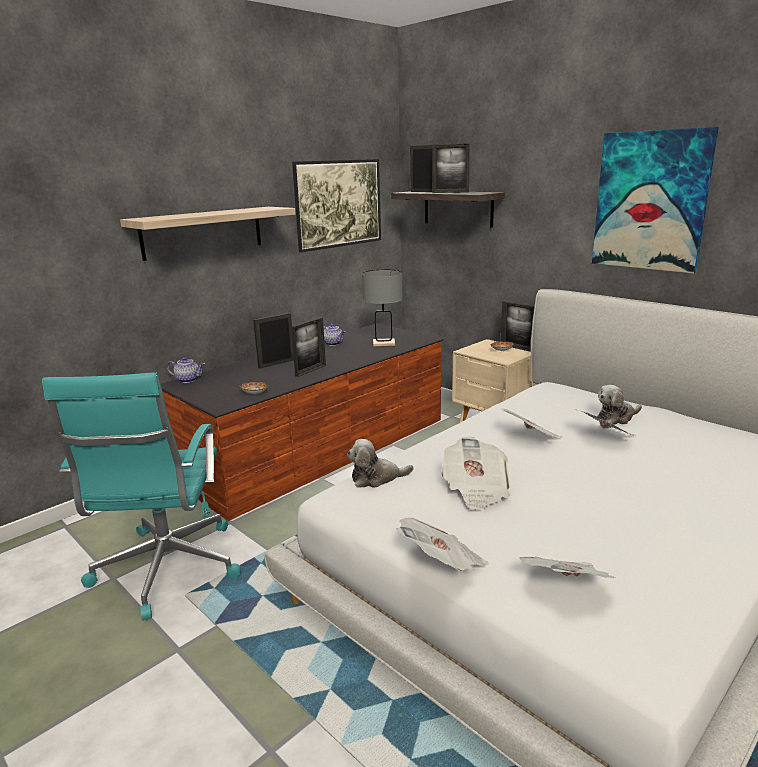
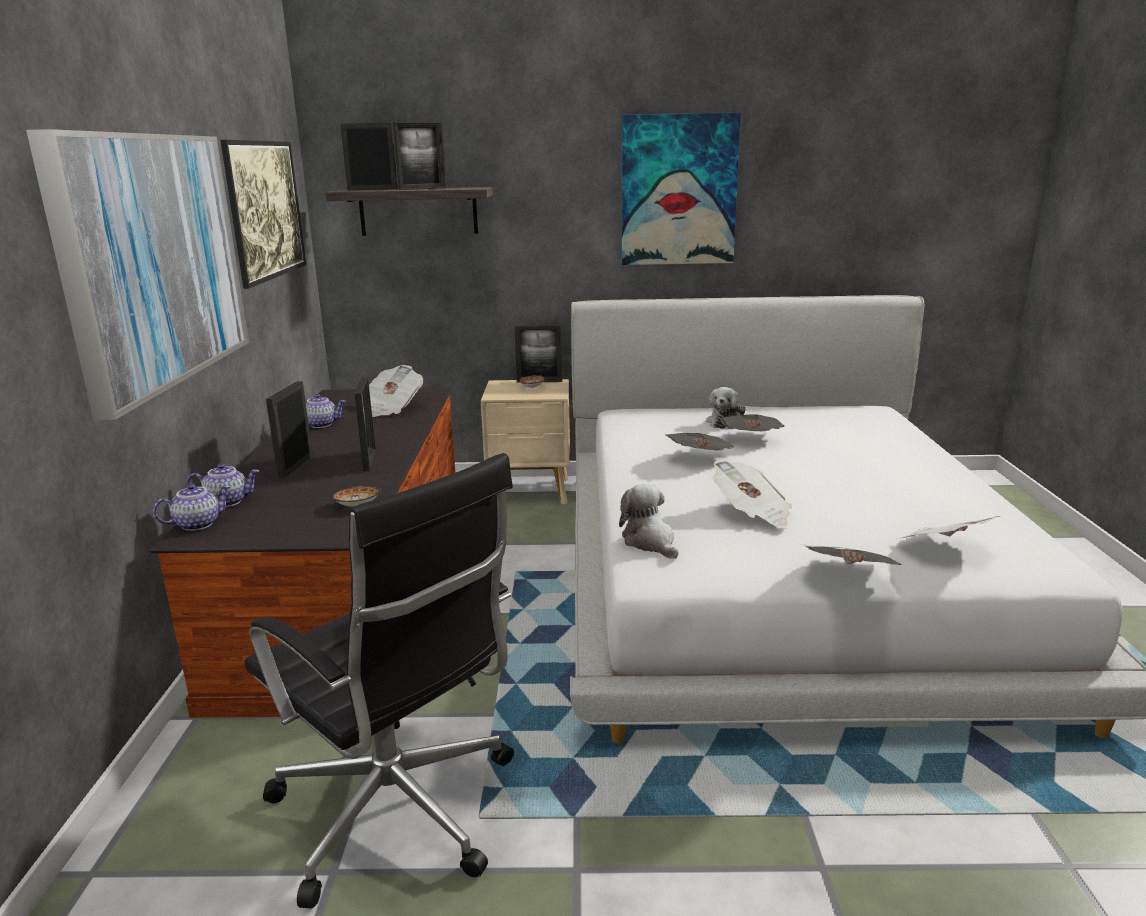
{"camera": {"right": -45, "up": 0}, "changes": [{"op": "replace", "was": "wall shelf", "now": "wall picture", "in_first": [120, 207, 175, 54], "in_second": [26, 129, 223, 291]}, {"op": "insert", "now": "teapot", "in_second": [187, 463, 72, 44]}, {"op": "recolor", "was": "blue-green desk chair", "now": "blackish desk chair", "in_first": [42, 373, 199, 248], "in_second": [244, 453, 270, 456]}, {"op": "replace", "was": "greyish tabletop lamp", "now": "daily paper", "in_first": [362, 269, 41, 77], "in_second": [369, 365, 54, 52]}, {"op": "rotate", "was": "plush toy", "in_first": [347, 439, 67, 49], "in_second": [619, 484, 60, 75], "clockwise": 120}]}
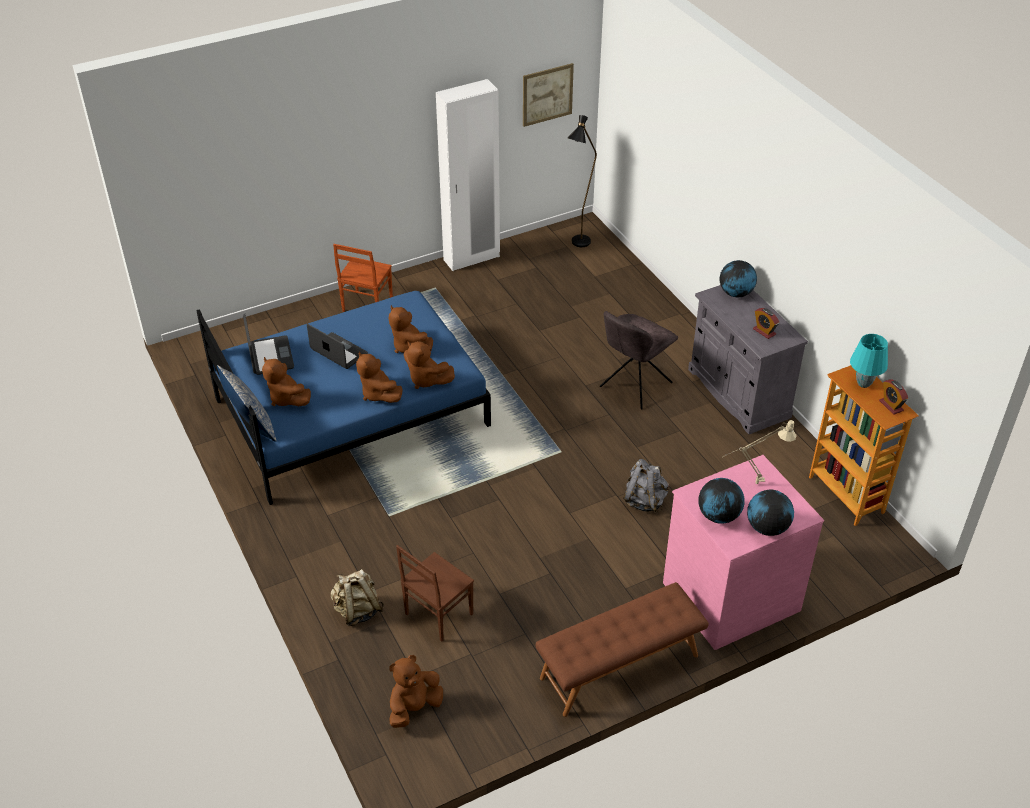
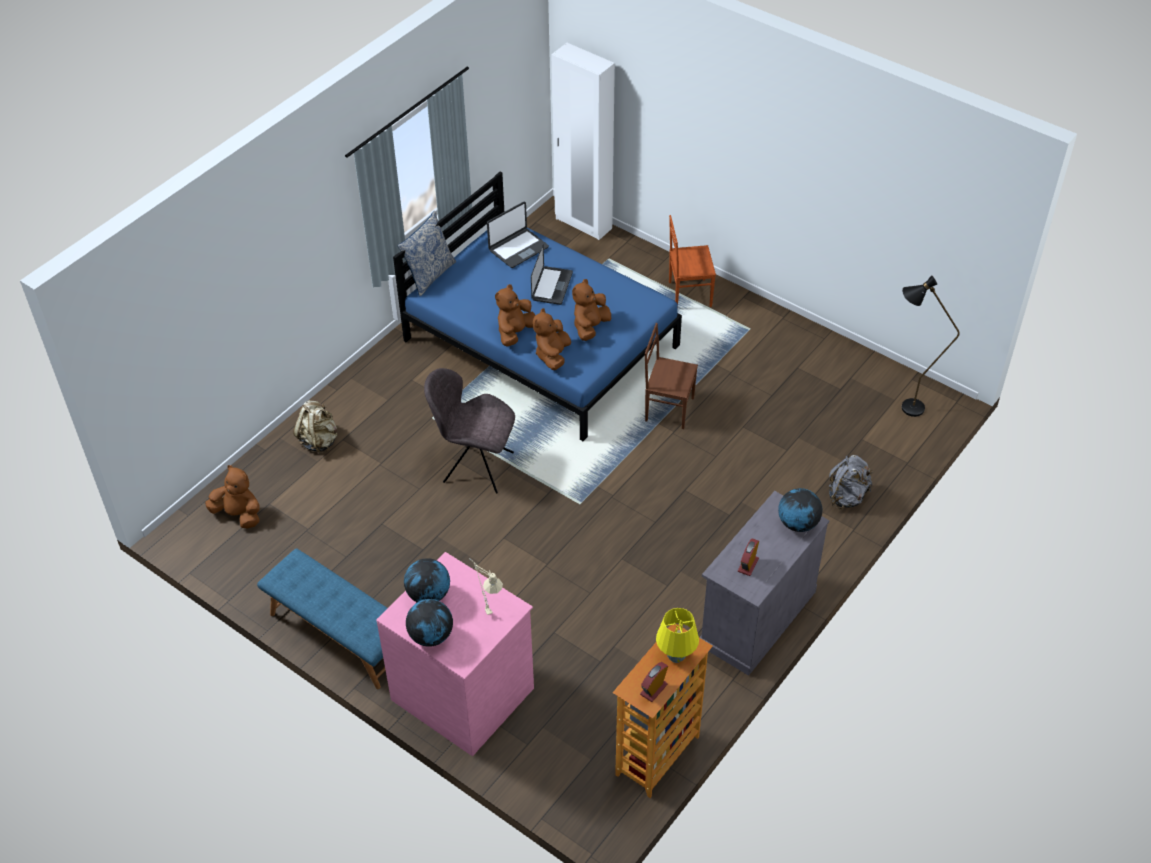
{"camera": {"right": 65, "up": 5}, "changes": [{"op": "recolor", "was": "brown indoor bench", "now": "blue-coloured indoor bench", "in_first": [536, 582, 173, 135], "in_second": [257, 548, 130, 141]}, {"op": "move", "was": "greyish upright chair", "in_first": [600, 311, 78, 98], "in_second": [424, 368, 91, 126]}, {"op": "move", "was": "white wardrobe", "in_first": [436, 79, 64, 192], "in_second": [551, 43, 64, 197]}, {"op": "move", "was": "brown upright chair", "in_first": [396, 545, 78, 97], "in_second": [645, 323, 53, 106]}, {"op": "recolor", "was": "blue-green tabletop lamp", "now": "yellow-coloured tabletop lamp", "in_first": [850, 334, 38, 54], "in_second": [656, 608, 43, 55]}, {"op": "move", "was": "greyish knapsack", "in_first": [623, 459, 46, 54], "in_second": [829, 455, 43, 54]}, {"op": "delete", "was": "brown plush toy", "in_first": [262, 357, 49, 49]}, {"op": "delete", "was": "wall picture", "in_first": [523, 63, 51, 64]}]}
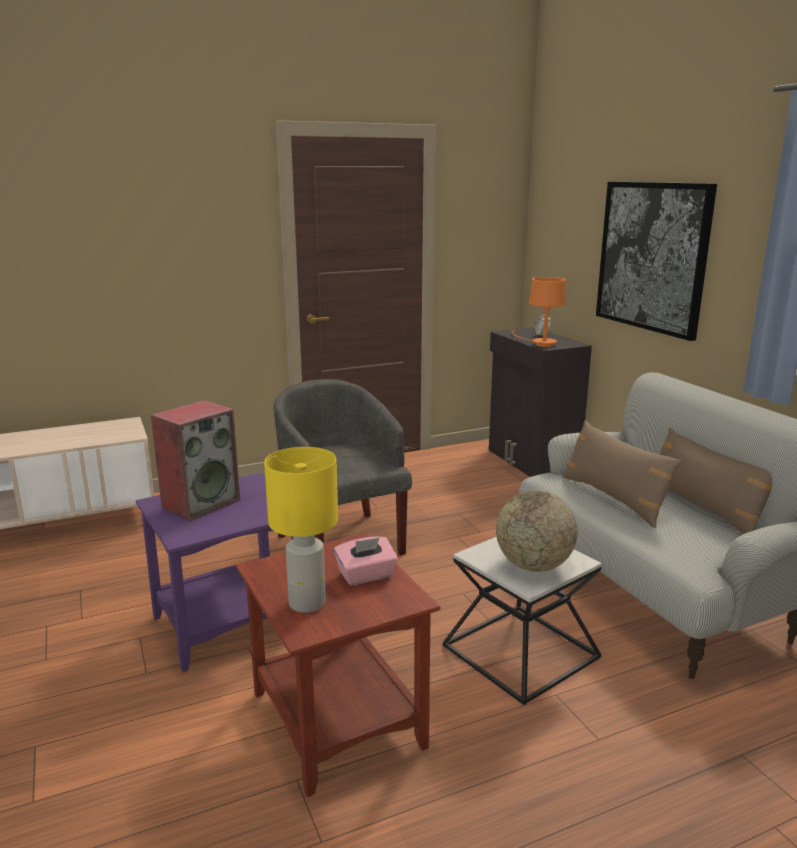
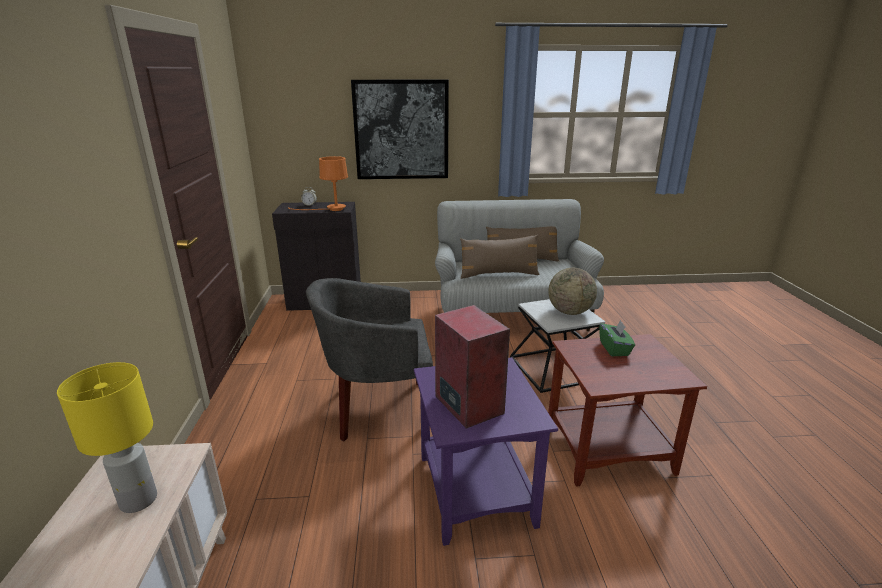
{"camera": {"right": -70, "up": 5}, "changes": [{"op": "move", "was": "yellow-coloured tabletop lamp", "in_first": [264, 447, 74, 166], "in_second": [57, 362, 100, 151]}, {"op": "recolor", "was": "pink box of tissues", "now": "green box of tissues", "in_first": [334, 536, 64, 50], "in_second": [600, 320, 35, 36]}]}
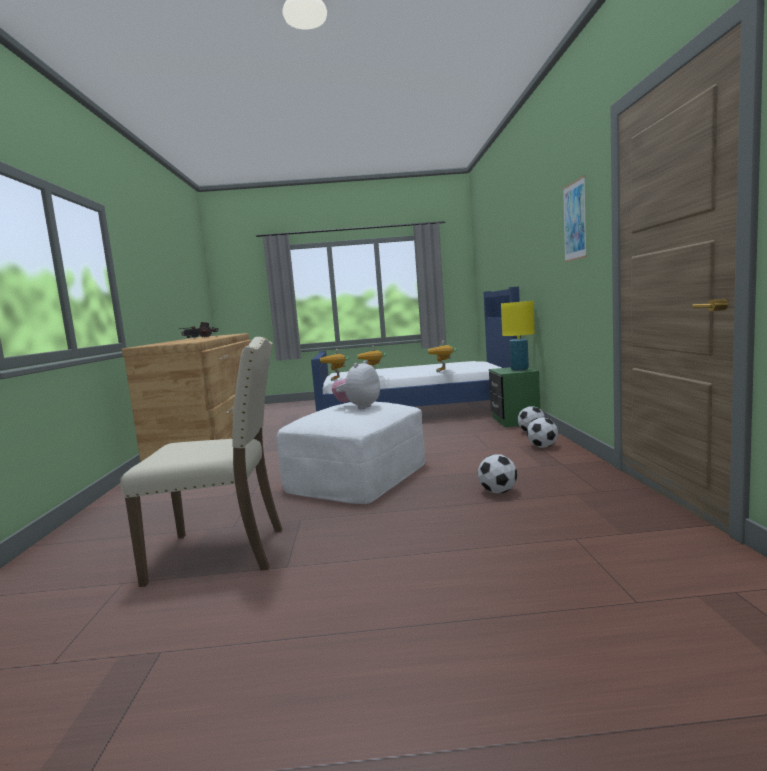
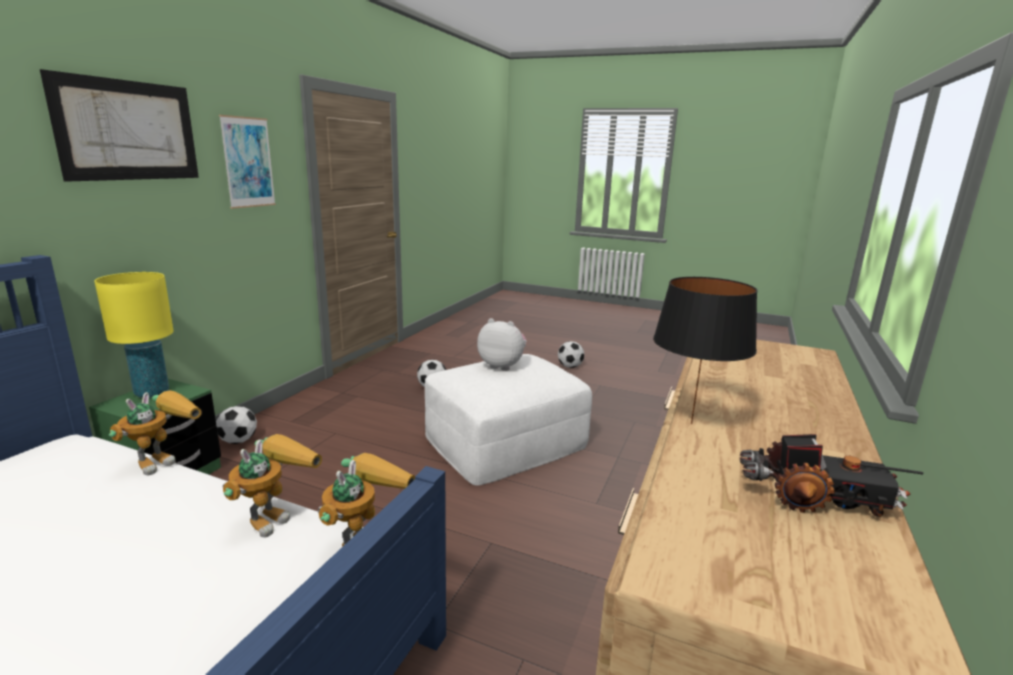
{"camera": {"right": -155, "up": 10}, "changes": [{"op": "insert", "now": "wall picture", "in_second": [40, 69, 159, 113]}, {"op": "rotate", "was": "plush toy", "in_first": [332, 360, 48, 49], "in_second": [477, 318, 49, 53], "clockwise": -120}, {"op": "move", "was": "football ball", "in_first": [527, 418, 31, 30], "in_second": [558, 341, 26, 27]}, {"op": "insert", "now": "blackish tabletop lamp", "in_second": [653, 277, 105, 147]}, {"op": "delete", "was": "sand-coloured upright chair", "in_first": [120, 337, 162, 250]}]}
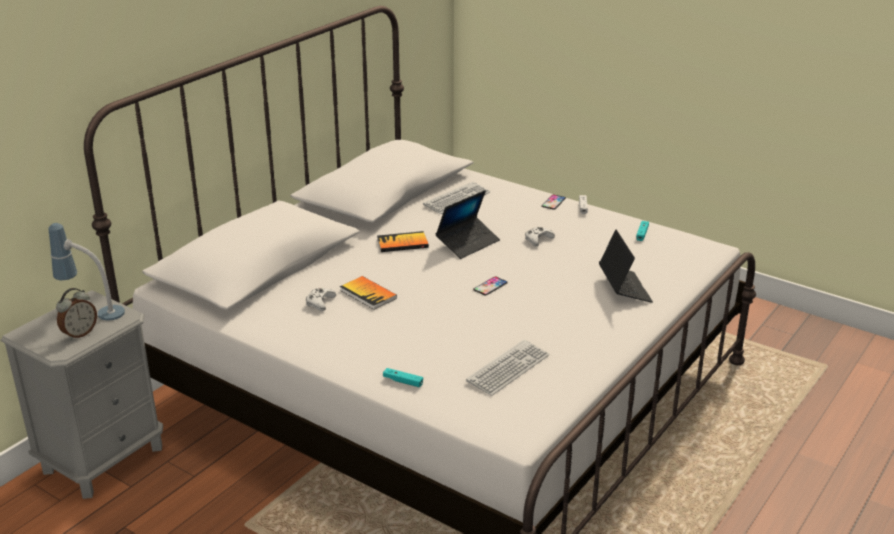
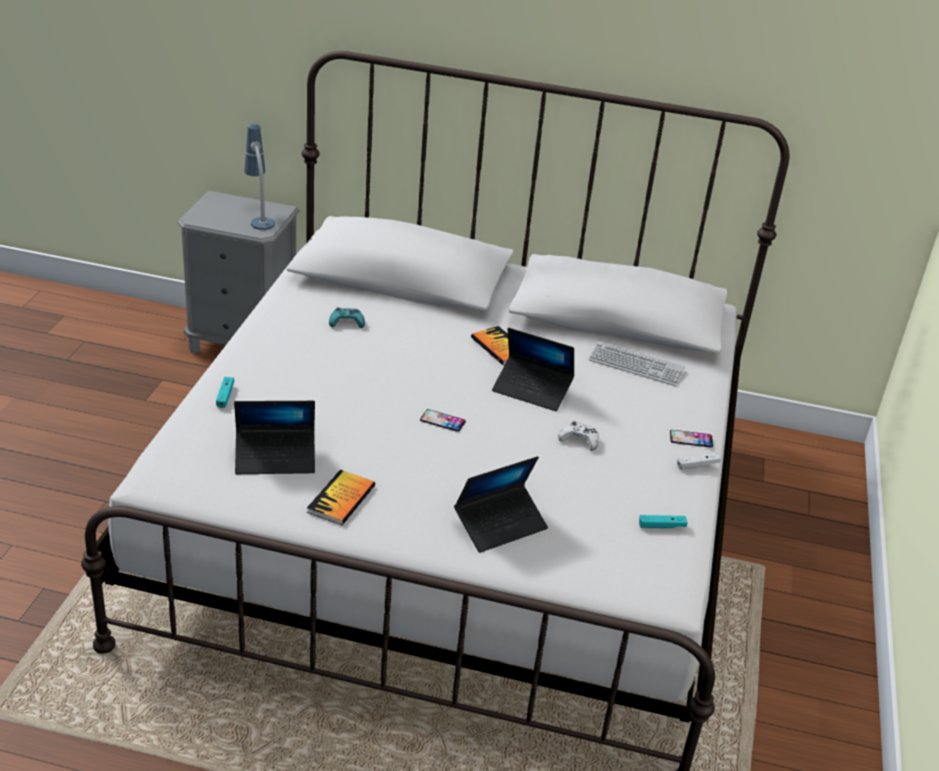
{"camera": {"right": 65, "up": 5}, "changes": [{"op": "replace", "was": "keyboard", "now": "portable computer", "in_first": [466, 339, 83, 57], "in_second": [234, 401, 81, 73]}, {"op": "move", "was": "book", "in_first": [340, 276, 57, 34], "in_second": [307, 470, 68, 55]}, {"op": "recolor", "was": "white game controller", "now": "blue-green game controller", "in_first": [306, 288, 30, 23], "in_second": [329, 307, 36, 21]}, {"op": "delete", "was": "alarm clock", "in_first": [56, 288, 41, 52]}]}
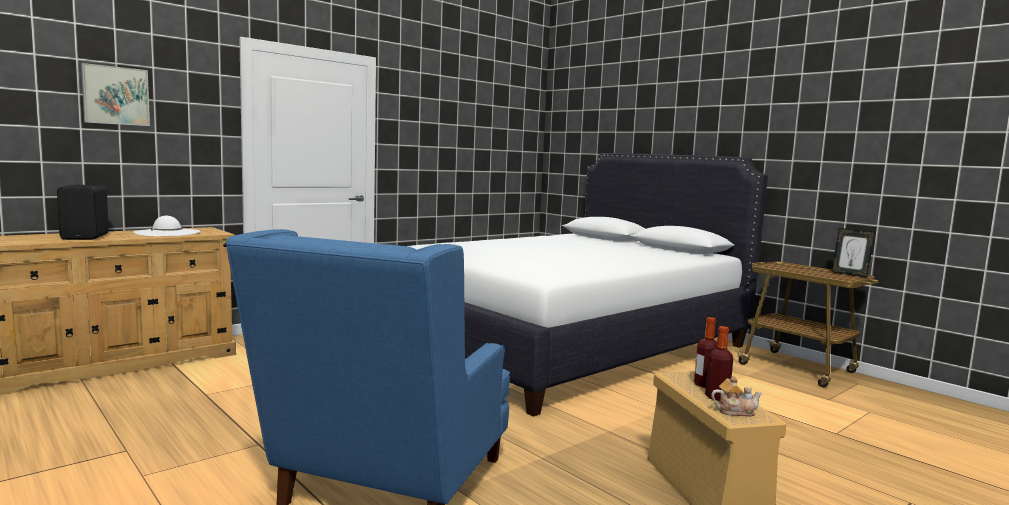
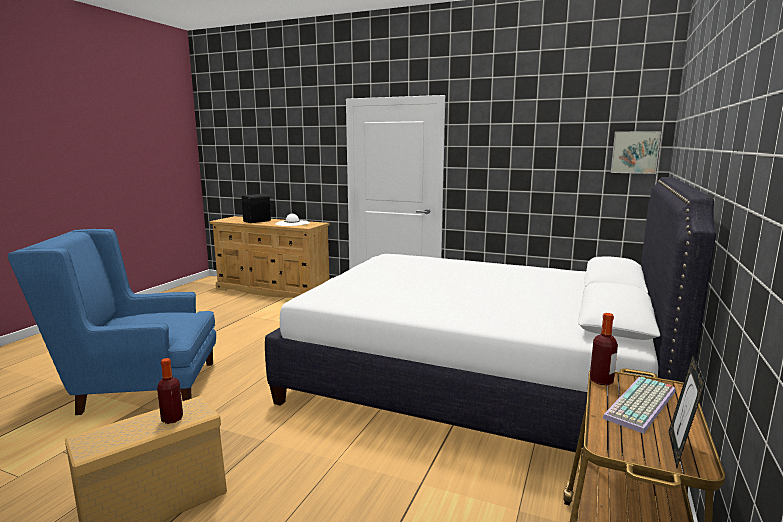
{"camera": {"right": 65, "up": 5}, "changes": [{"op": "move", "was": "drink bottle", "in_first": [705, 326, 28, 75], "in_second": [590, 313, 28, 72]}, {"op": "insert", "now": "keyboard", "in_second": [602, 377, 74, 57]}, {"op": "move", "was": "wall picture", "in_first": [81, 63, 69, 63], "in_second": [611, 131, 50, 43]}, {"op": "delete", "was": "teapot", "in_first": [711, 376, 52, 40]}]}
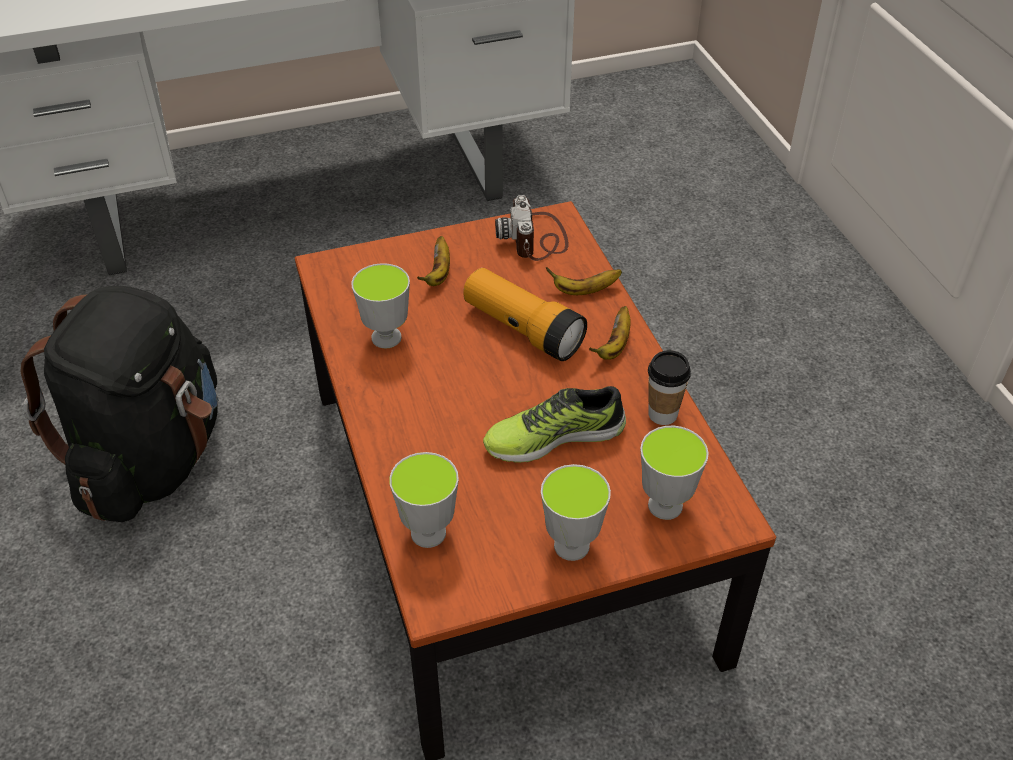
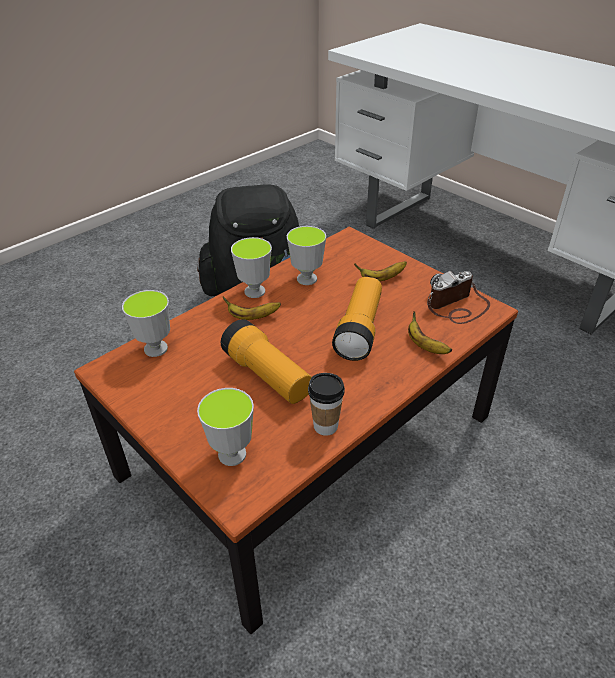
{"camera": {"right": 65, "up": -5}, "changes": [{"op": "replace", "was": "low shoe", "now": "flashlight", "in_first": [483, 386, 143, 77], "in_second": [221, 319, 91, 85]}, {"op": "move", "was": "banana", "in_first": [589, 306, 42, 54], "in_second": [223, 297, 58, 23]}, {"op": "move", "was": "small cup", "in_first": [541, 464, 70, 97], "in_second": [231, 237, 41, 61]}]}
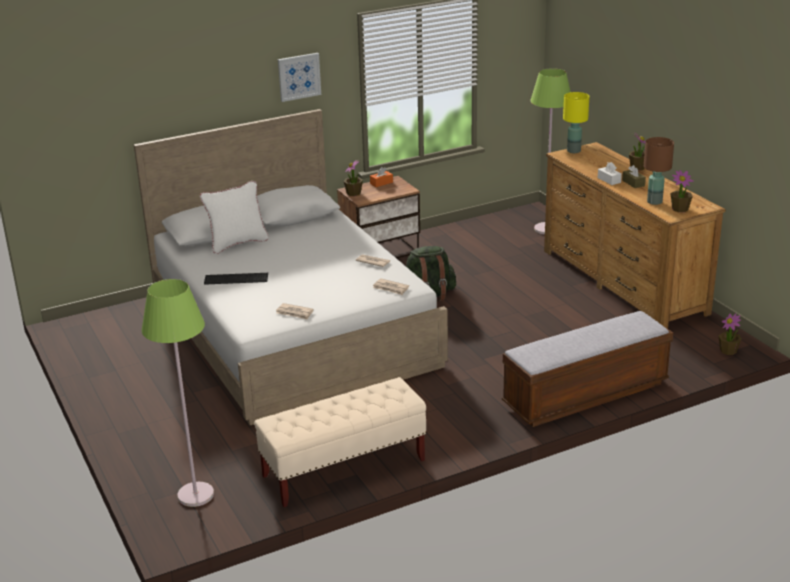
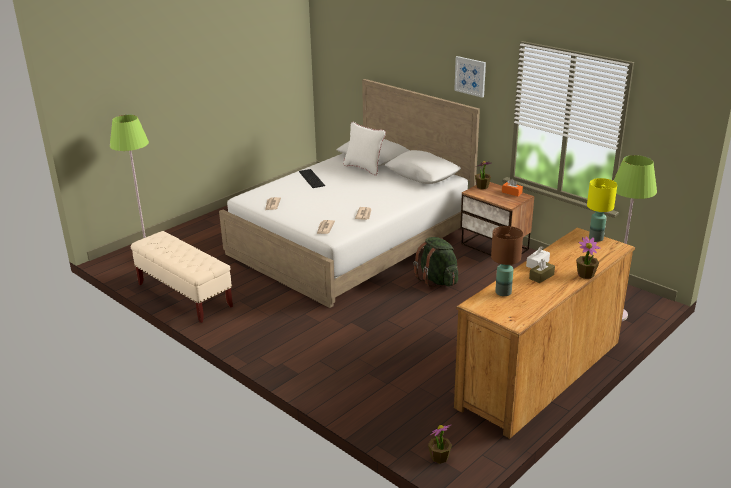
{"camera": {"right": 70, "up": 0}, "changes": [{"op": "delete", "was": "indoor bench", "in_first": [502, 311, 171, 116]}, {"op": "delete", "was": "plant in a pot", "in_first": [670, 170, 24, 42]}]}
